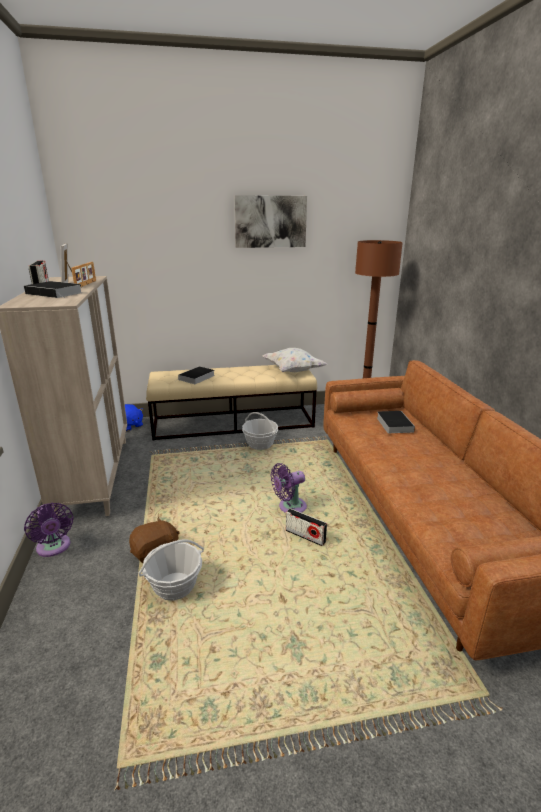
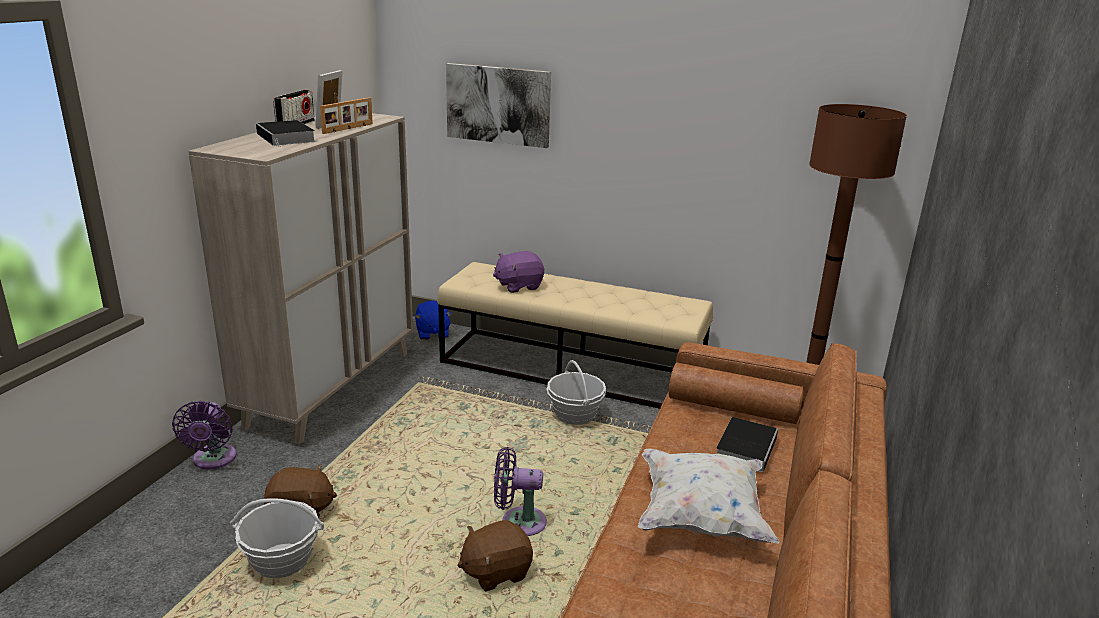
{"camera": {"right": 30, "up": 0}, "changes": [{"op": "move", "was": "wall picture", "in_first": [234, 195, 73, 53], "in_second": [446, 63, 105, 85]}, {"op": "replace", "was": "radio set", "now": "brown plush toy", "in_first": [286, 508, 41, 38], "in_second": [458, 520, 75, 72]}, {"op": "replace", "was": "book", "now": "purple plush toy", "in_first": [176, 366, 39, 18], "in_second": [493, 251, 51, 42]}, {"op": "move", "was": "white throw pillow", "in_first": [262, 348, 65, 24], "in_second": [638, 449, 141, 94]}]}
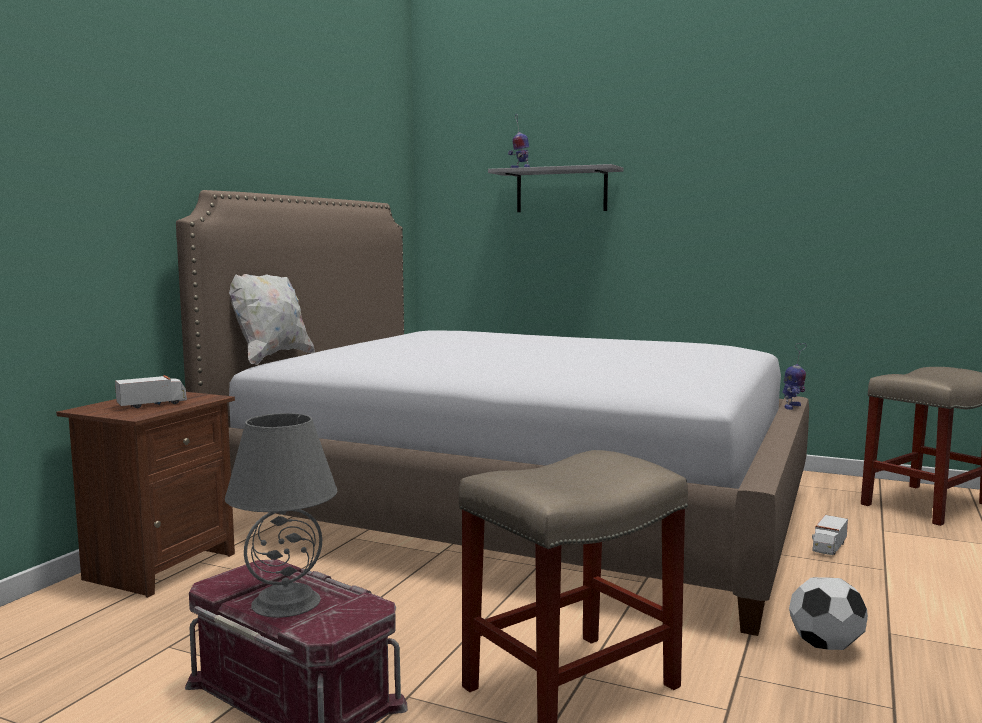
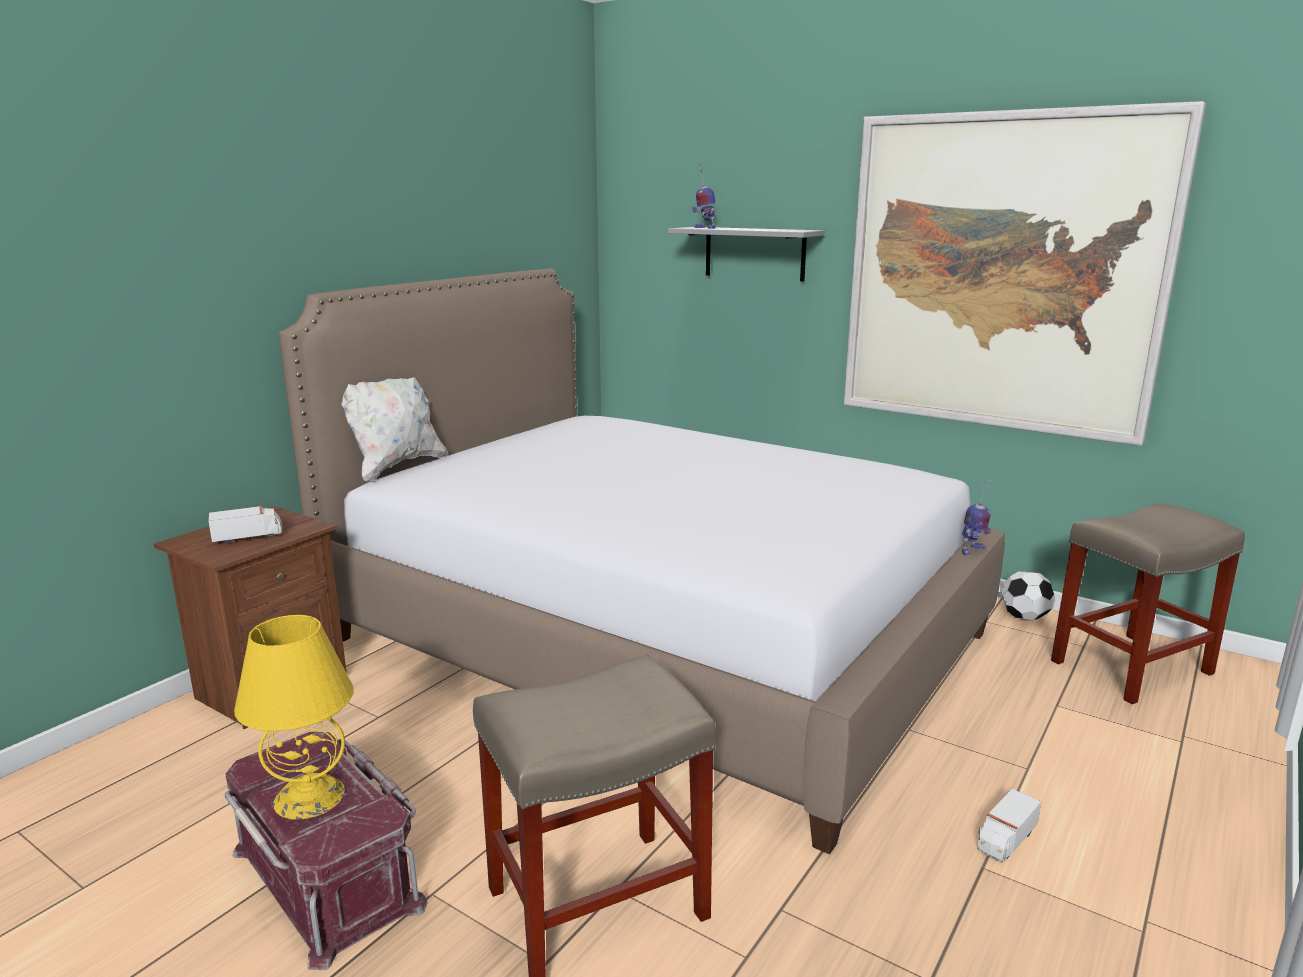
{"camera": {"right": 10, "up": 10}, "changes": [{"op": "recolor", "was": "greyish tabletop lamp", "now": "yellow-coloured tabletop lamp", "in_first": [225, 413, 112, 205], "in_second": [234, 615, 120, 205]}, {"op": "insert", "now": "wall picture", "in_second": [843, 101, 363, 345]}, {"op": "move", "was": "toy truck", "in_first": [812, 515, 36, 40], "in_second": [977, 788, 64, 74]}, {"op": "move", "was": "football ball", "in_first": [789, 577, 79, 73], "in_second": [1001, 571, 54, 49]}]}
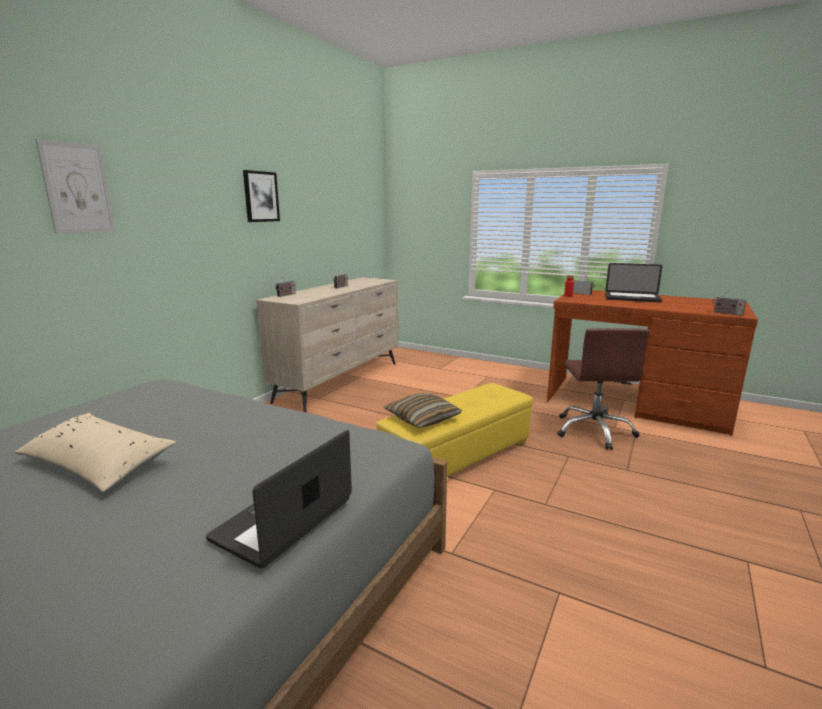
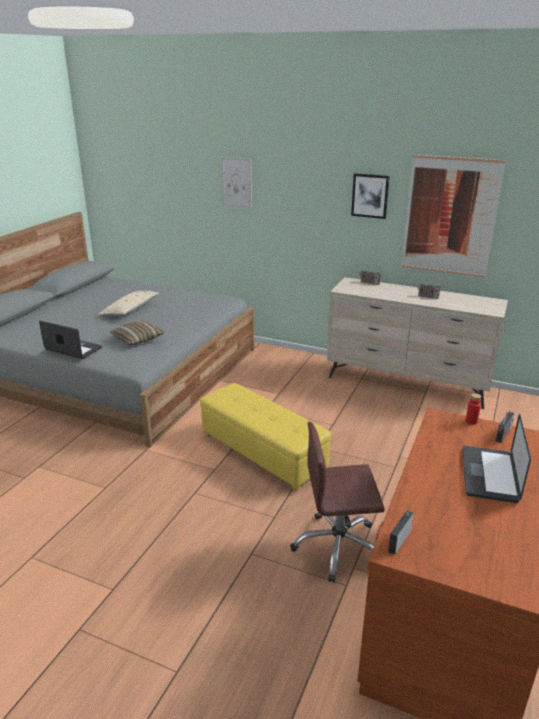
{"camera": {"right": 85, "up": 10}, "changes": [{"op": "move", "was": "throw pillow", "in_first": [384, 393, 78, 35], "in_second": [110, 321, 55, 24]}, {"op": "insert", "now": "wall picture", "in_second": [401, 155, 105, 123]}]}
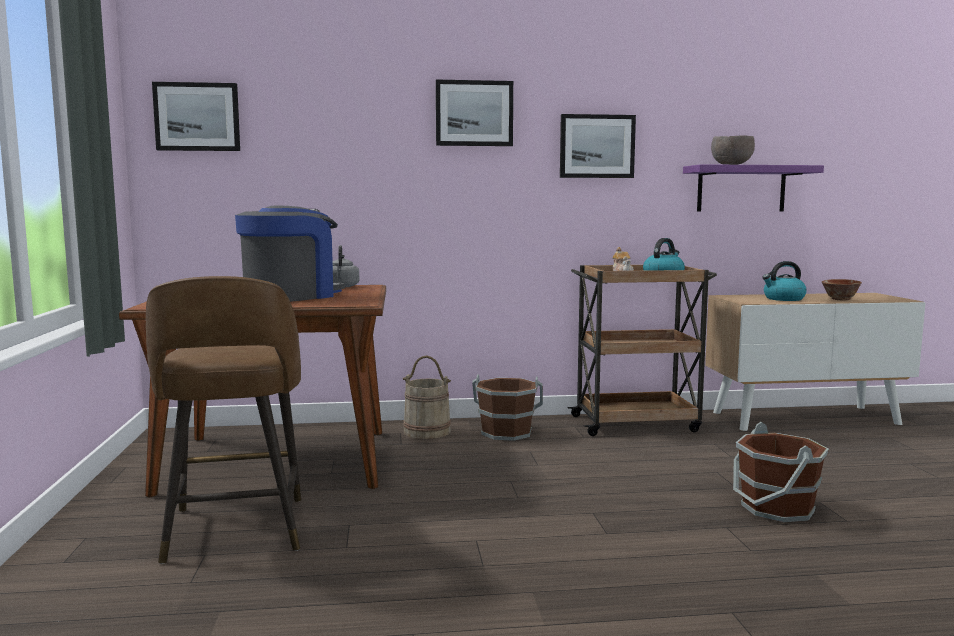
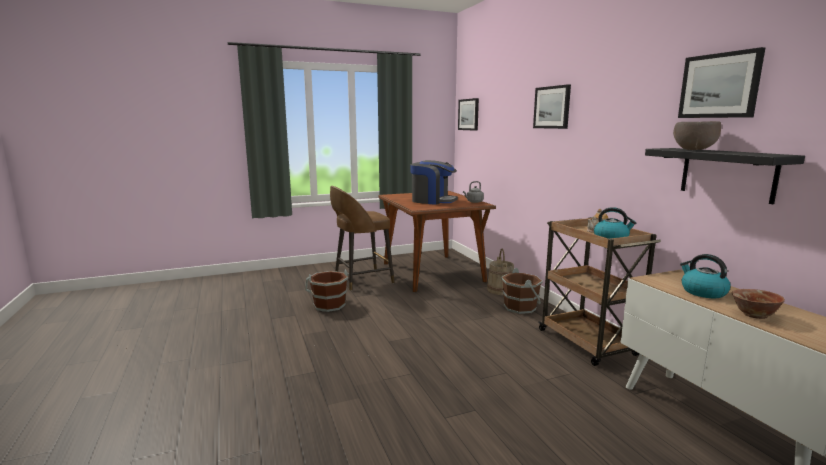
{"camera": {"right": 75, "up": 5}, "changes": [{"op": "move", "was": "brown pail", "in_first": [733, 422, 96, 100], "in_second": [305, 269, 44, 43]}, {"op": "recolor", "was": "purple wall shelf", "now": "blackish wall shelf", "in_first": [683, 164, 141, 47], "in_second": [645, 148, 160, 56]}, {"op": "move", "was": "wall picture", "in_first": [560, 114, 76, 64], "in_second": [678, 47, 87, 71]}]}
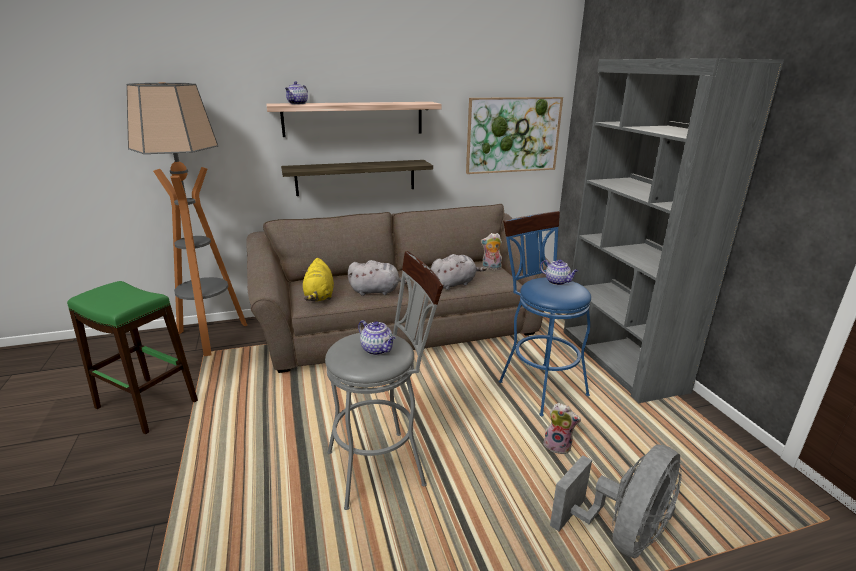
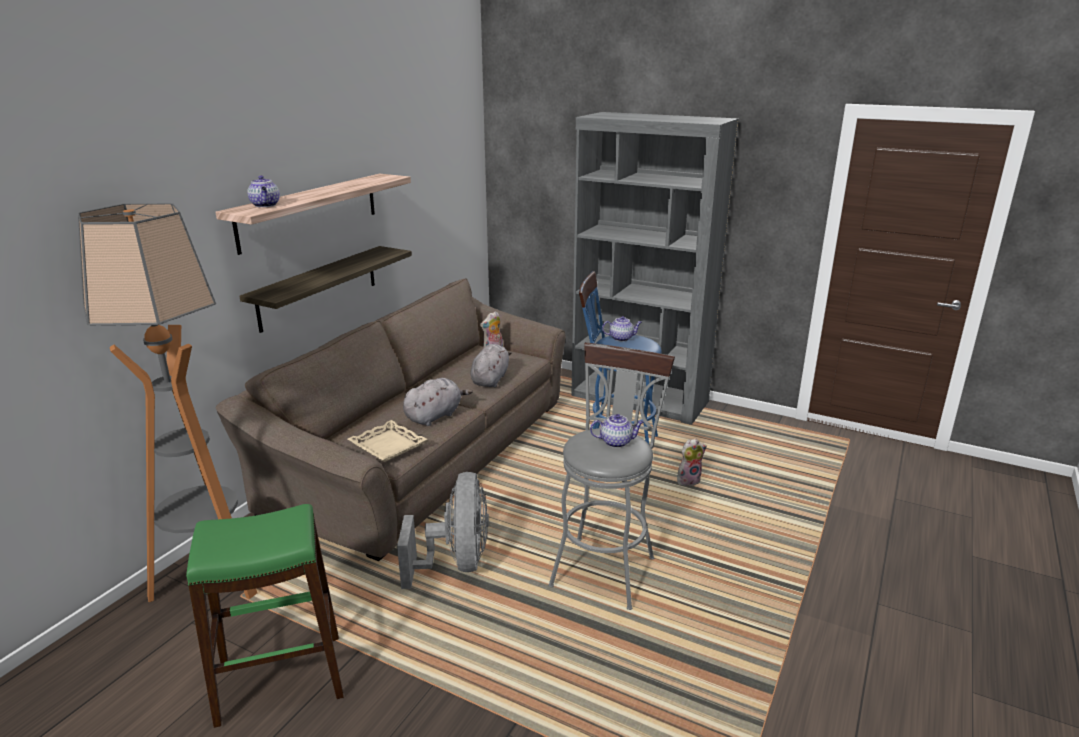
{"camera": {"right": -45, "up": 0}, "changes": [{"op": "replace", "was": "yellow-coloured plush toy", "now": "sand-coloured tray", "in_first": [302, 258, 32, 43], "in_second": [348, 420, 79, 42]}, {"op": "move", "was": "greyish electric fan", "in_first": [550, 444, 132, 115], "in_second": [397, 472, 92, 117]}, {"op": "delete", "was": "wall picture", "in_first": [466, 97, 97, 77]}]}
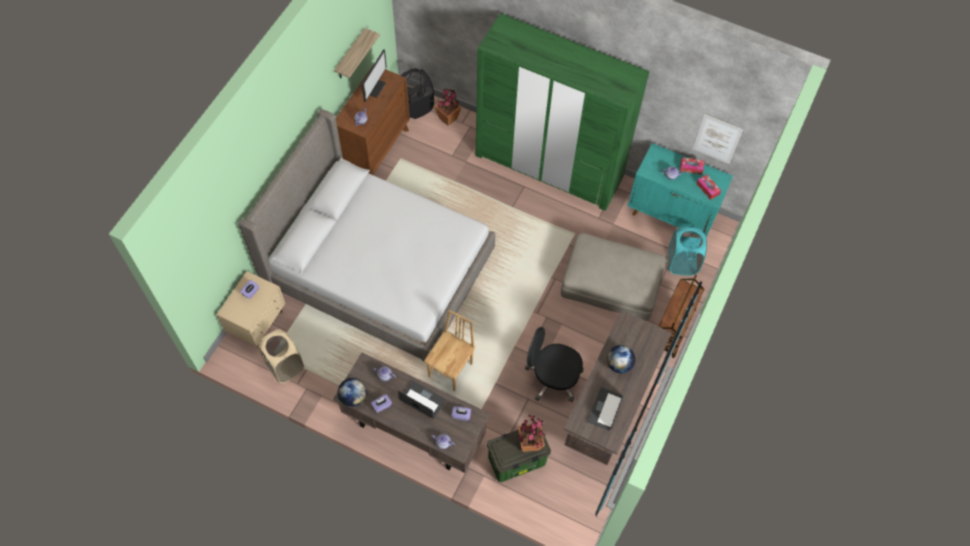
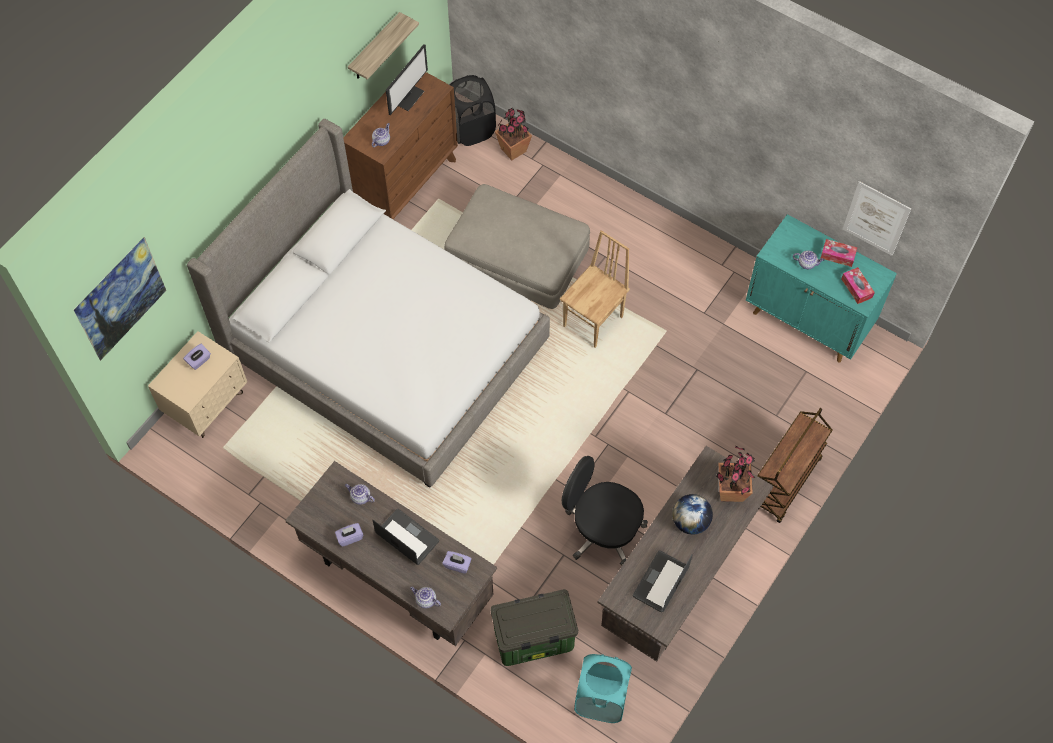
{"camera": {"right": 10, "up": 0}, "changes": [{"op": "insert", "now": "wall picture", "in_second": [74, 237, 92, 124]}, {"op": "move", "was": "sand-coloured pouffe", "in_first": [561, 233, 105, 88], "in_second": [444, 184, 146, 125]}, {"op": "move", "was": "brown upright chair", "in_first": [424, 310, 52, 82], "in_second": [560, 230, 70, 118]}, {"op": "move", "was": "blue-green hamper", "in_first": [668, 227, 39, 48], "in_second": [574, 654, 58, 69]}, {"op": "move", "was": "plant in a pot", "in_first": [517, 415, 28, 37], "in_second": [716, 446, 40, 56]}, {"op": "delete", "was": "sand-coloured hamper", "in_first": [258, 329, 46, 54]}, {"op": "delete", "was": "globe", "in_first": [338, 378, 29, 29]}, {"op": "delete", "was": "green wardrobe", "in_first": [476, 13, 173, 198]}]}
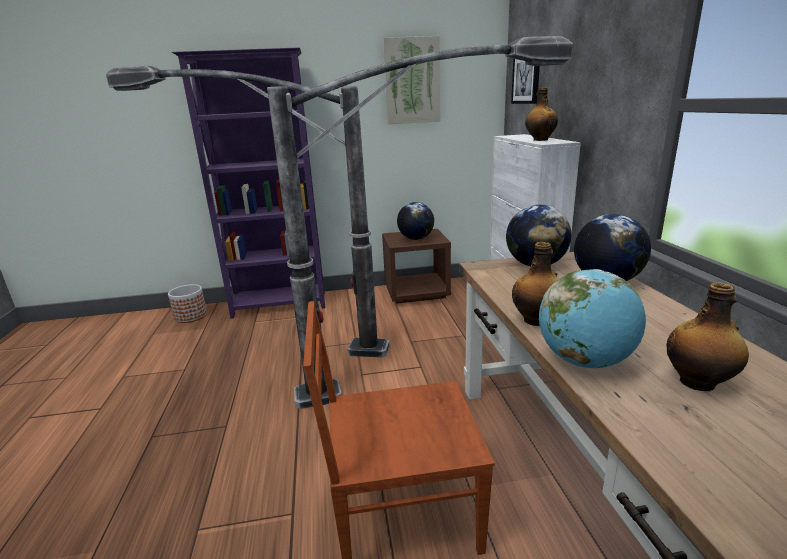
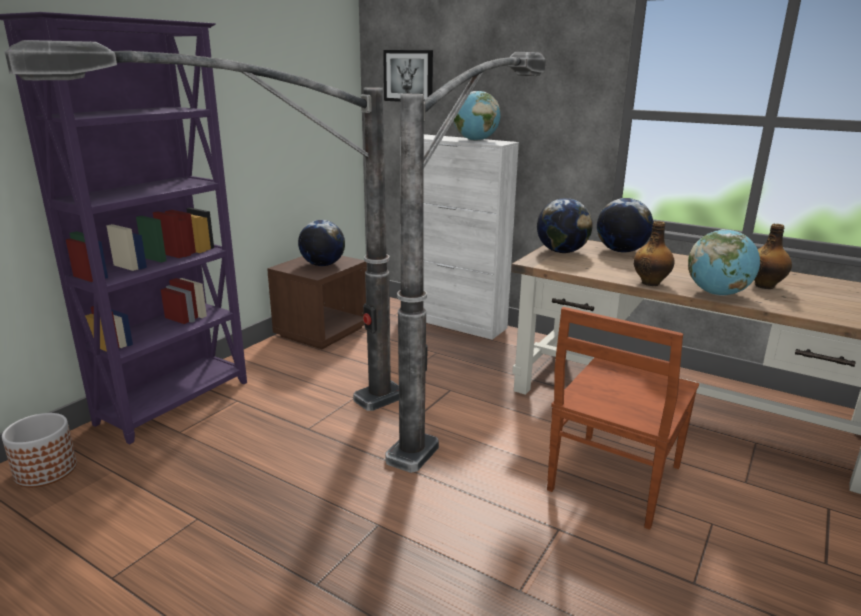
{"camera": {"right": -50, "up": 0}, "changes": [{"op": "replace", "was": "drink bottle", "now": "globe", "in_first": [525, 88, 33, 53], "in_second": [454, 91, 47, 50]}, {"op": "delete", "was": "wall picture", "in_first": [384, 36, 56, 88]}]}
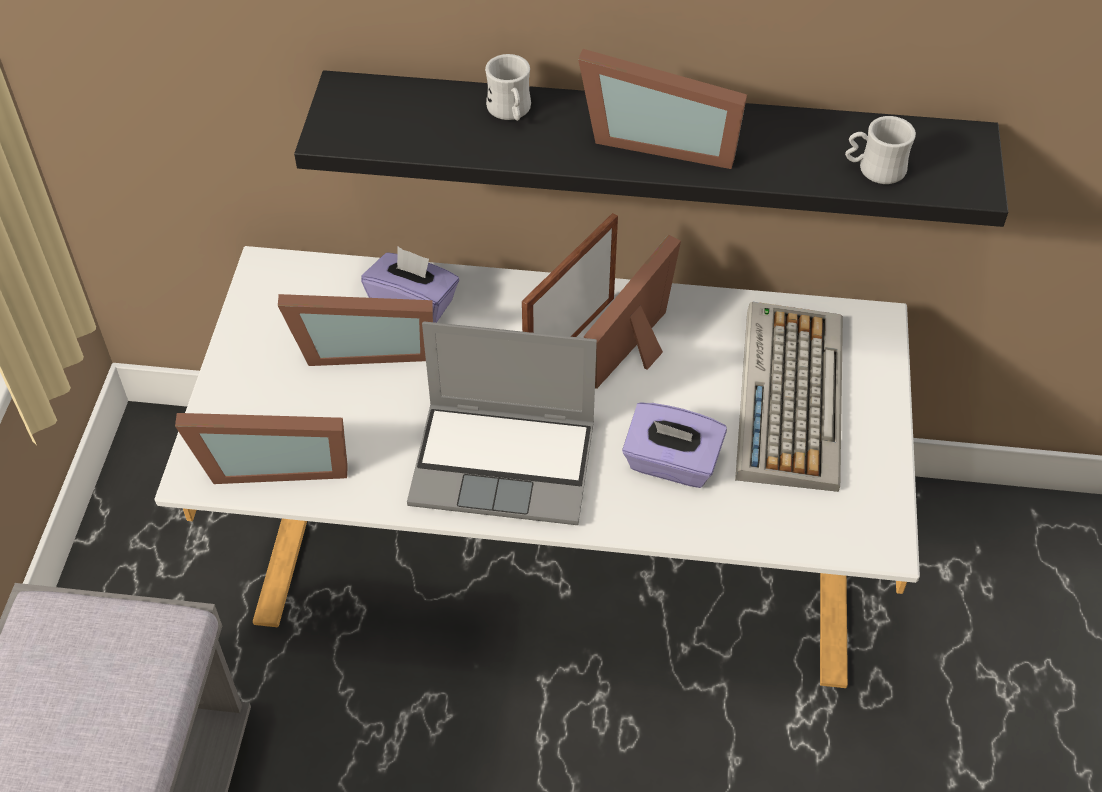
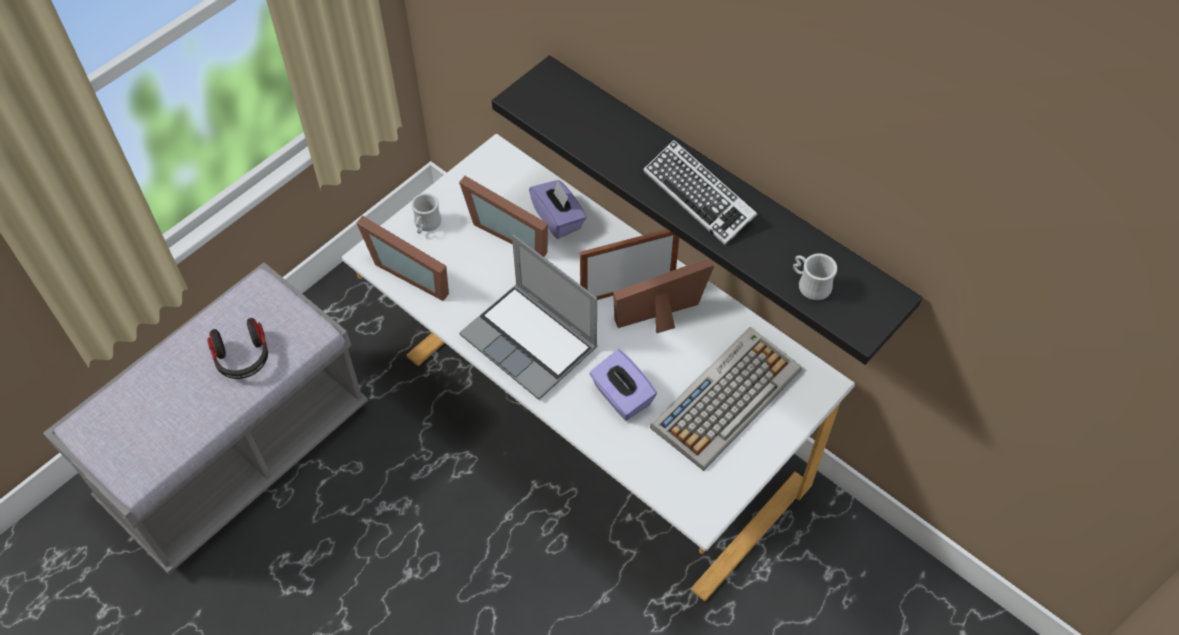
{"camera": {"right": 35, "up": 5}, "changes": [{"op": "insert", "now": "headset", "in_second": [207, 318, 61, 61]}, {"op": "move", "was": "white mug", "in_first": [485, 54, 46, 67], "in_second": [412, 193, 29, 41]}, {"op": "replace", "was": "standing frame", "now": "keyboard", "in_first": [578, 49, 169, 120], "in_second": [643, 140, 114, 105]}]}
